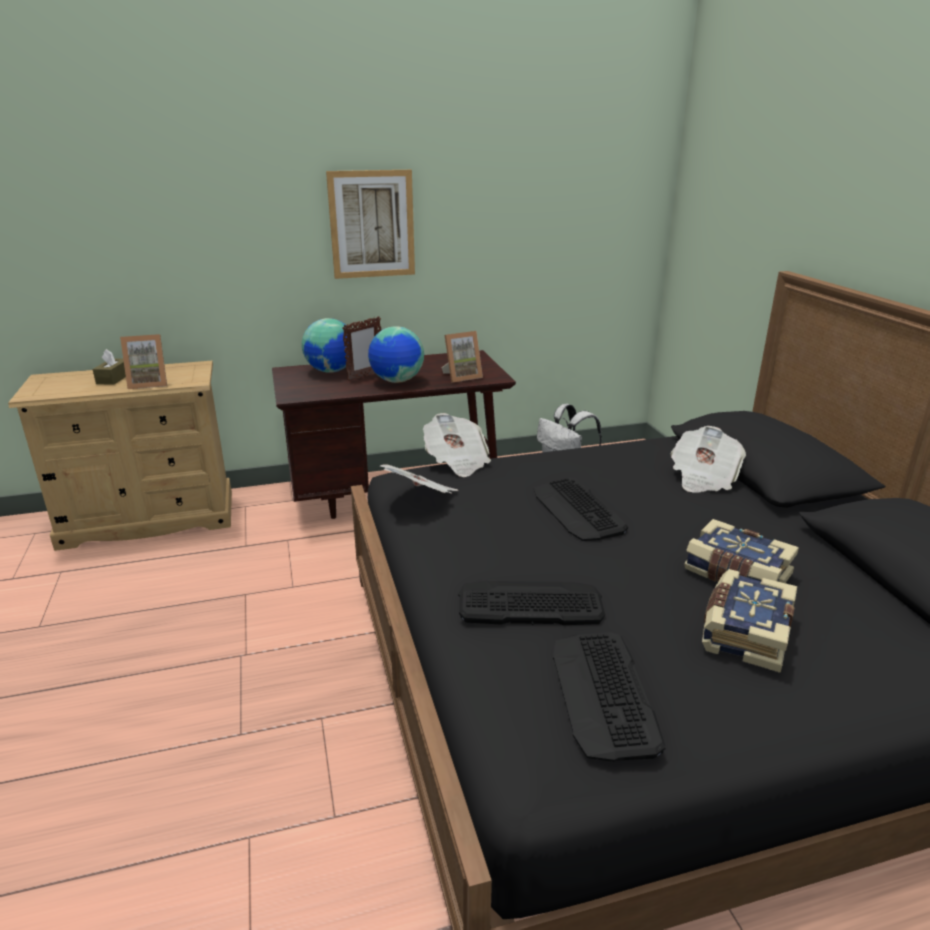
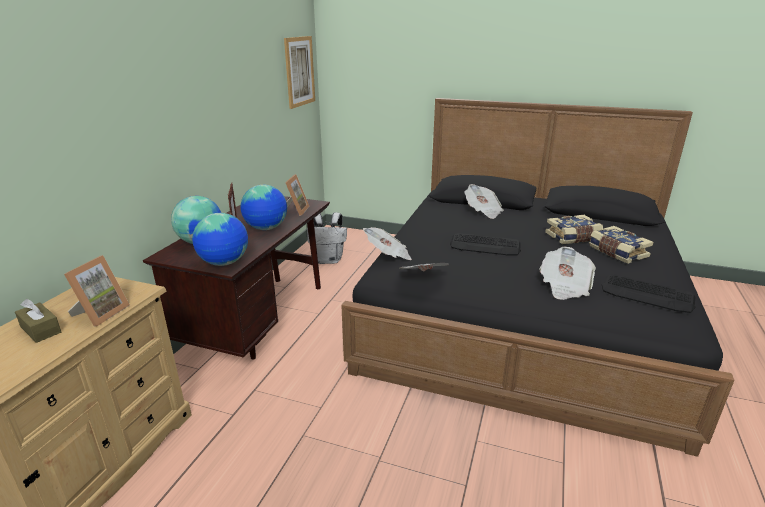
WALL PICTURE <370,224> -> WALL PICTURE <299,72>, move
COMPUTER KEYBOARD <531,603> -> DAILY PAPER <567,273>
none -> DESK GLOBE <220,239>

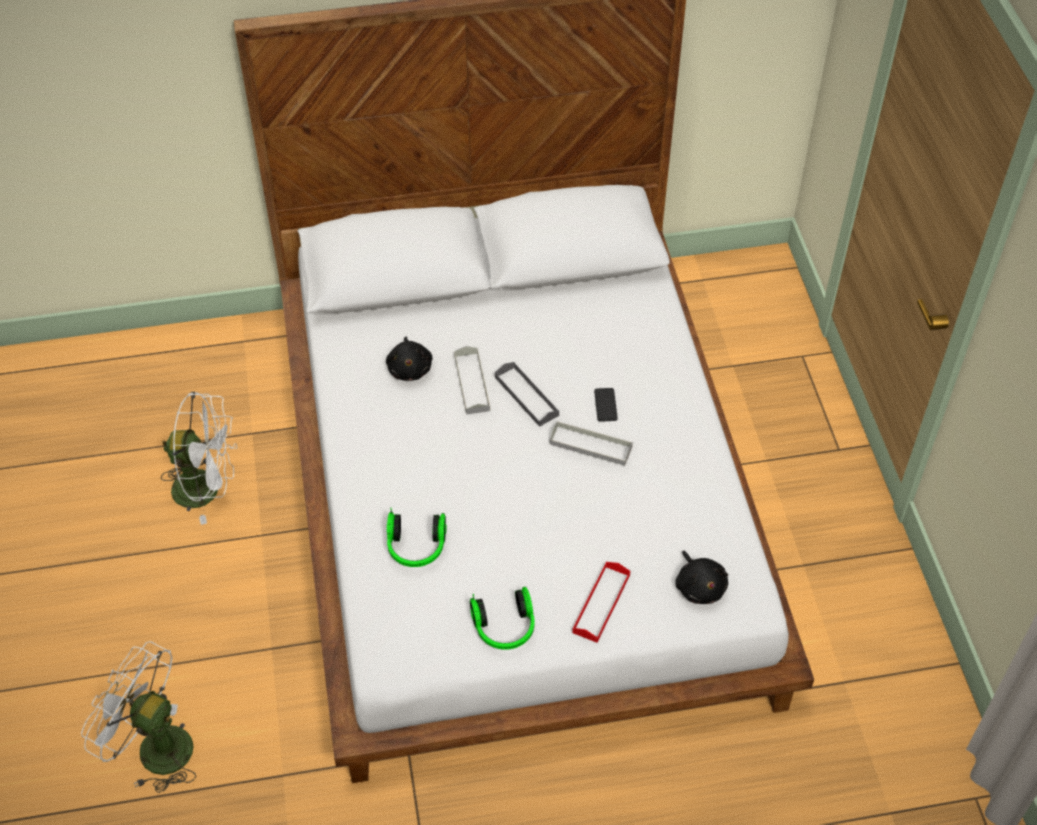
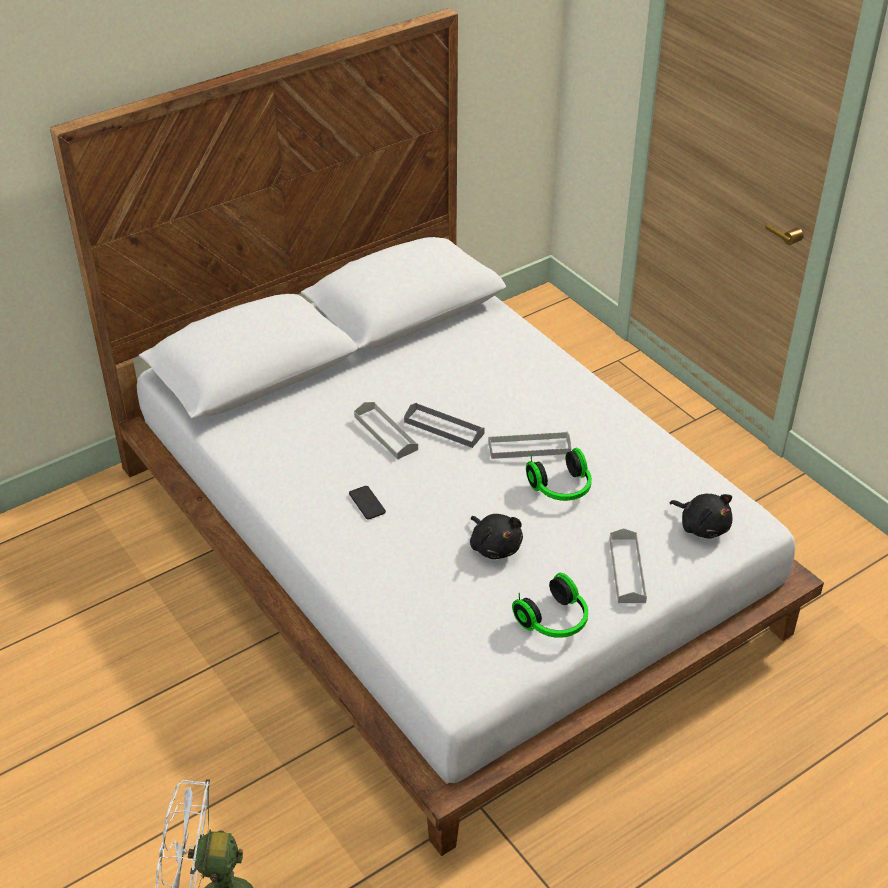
WHITE FAN <199,458> -> none
BLACK CUDDLY TOY <409,359> -> BLACK CUDDLY TOY <496,536>, move
PAIR OF HEADPHONES <416,537> -> PAIR OF HEADPHONES <559,474>, move
RED TRAY <601,602> -> GREYISH TRAY <628,565>
TELEPHONE <606,405> -> TELEPHONE <367,503>, move

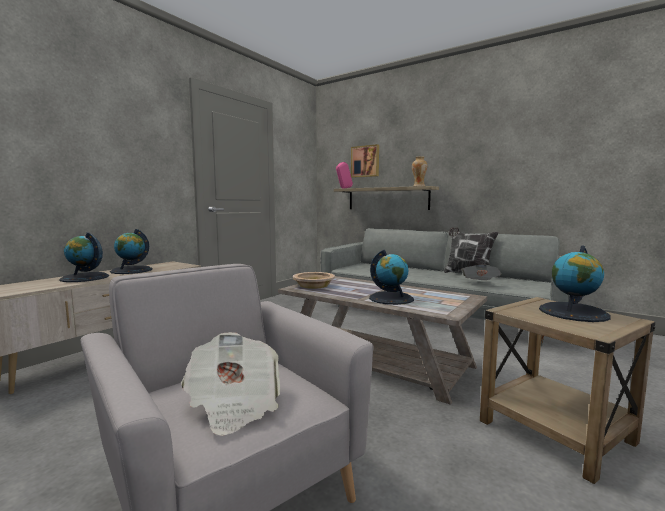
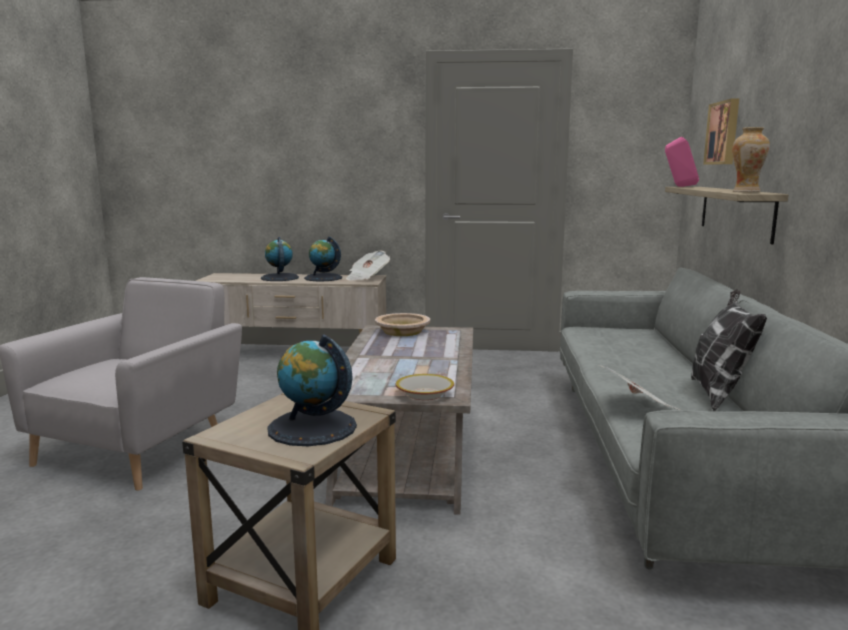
DAILY PAPER <230,384> -> DAILY PAPER <368,266>, move
DESK GLOBE <391,277> -> none
none -> BOWL <425,387>

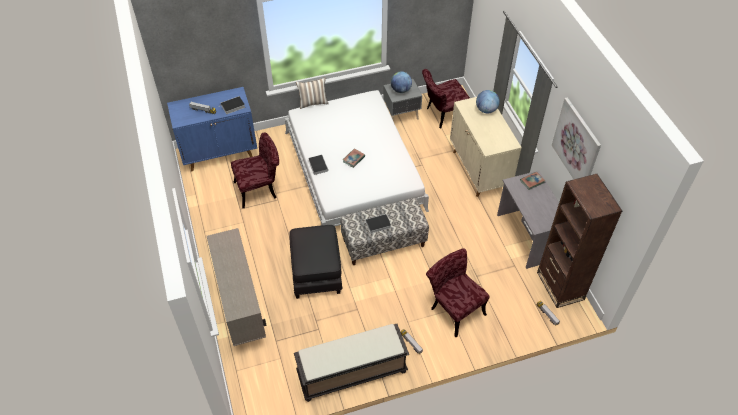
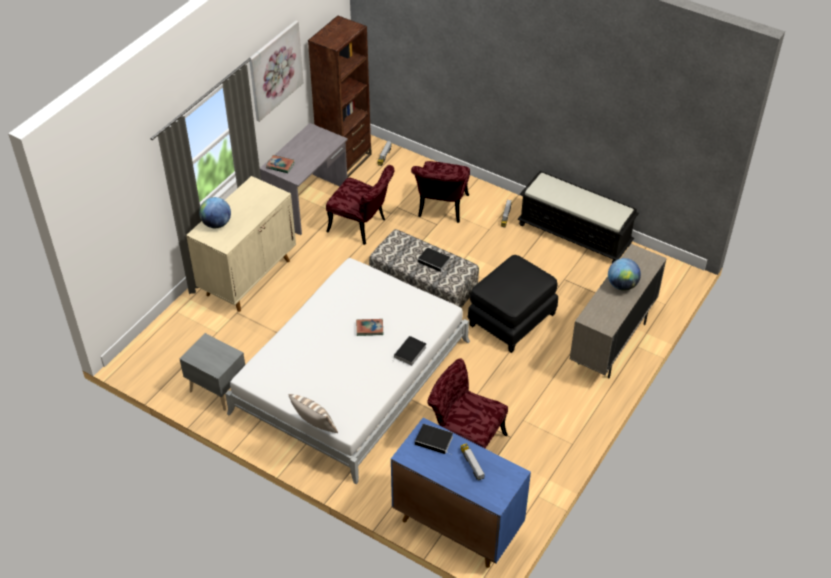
DESK GLOBE <401,82> -> DESK GLOBE <624,274>, move
RED CHAIR <446,98> -> RED CHAIR <360,205>, move

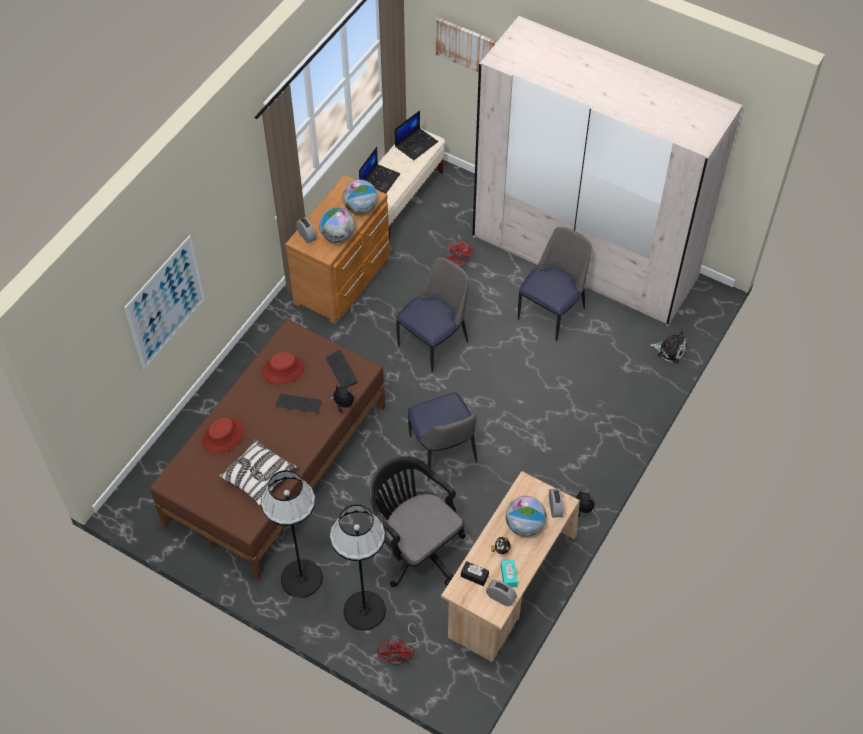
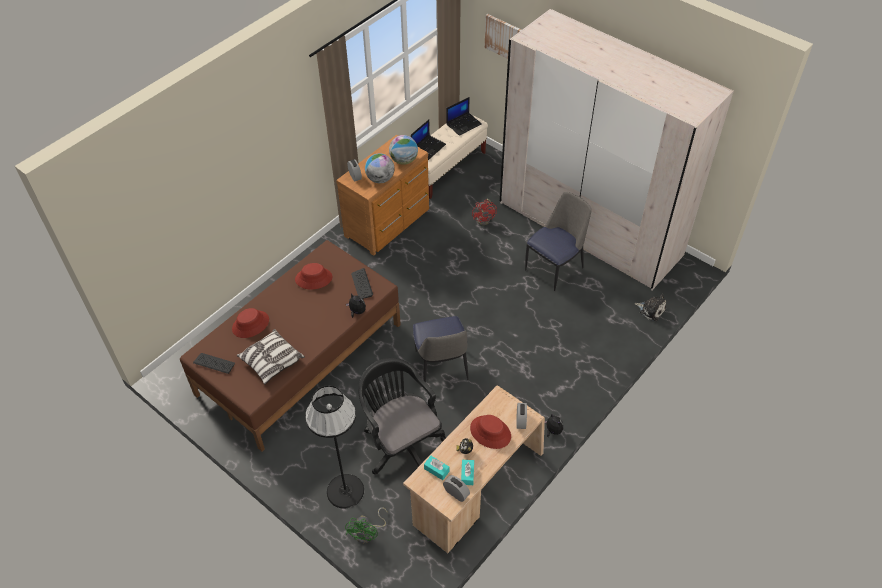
WALL PICTURE <164,302> -> none
BLACK FLOOR LAMP <292,534> -> none
COMPUTER KEYBOARD <299,403> -> COMPUTER KEYBOARD <214,363>, move
RED FAN <397,644> -> GREENISH FAN <366,525>
CHAIR <432,314> -> none
BLACK TISSUE BOX <475,573> -> TURQUOISE-COLOURED TISSUE BOX <437,468>
DESK GLOBE <526,516> -> RED WEARABLE HAT <490,432>

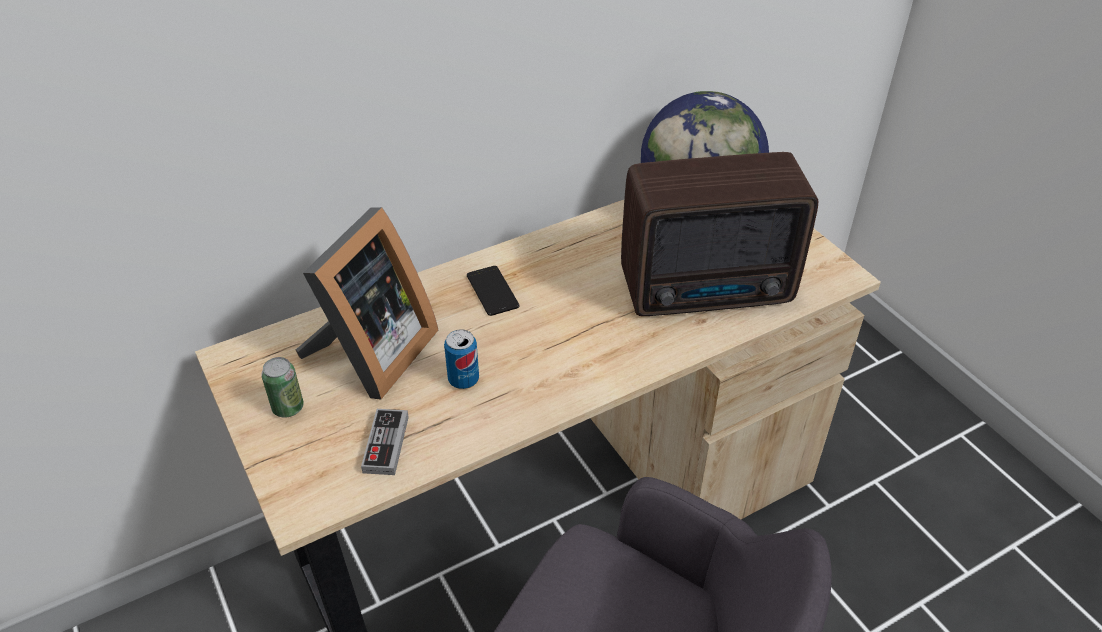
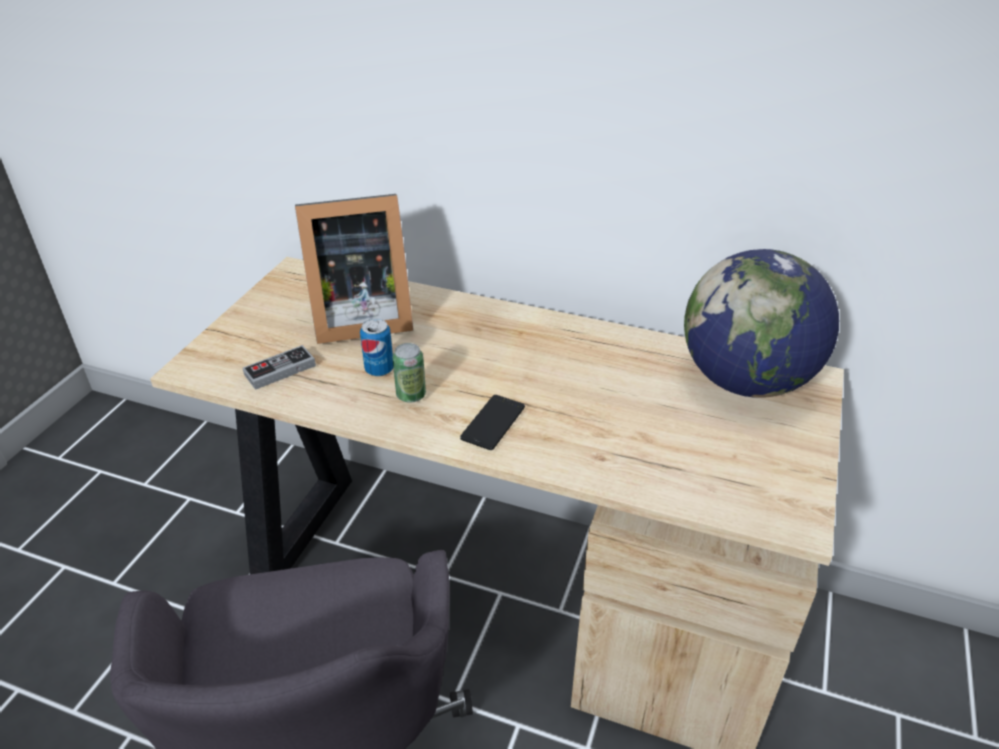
METAL CAN <282,387> -> METAL CAN <409,372>, move
TELEPHONE <493,291> -> TELEPHONE <492,422>, move
RADIO RECEIVER <719,234> -> none

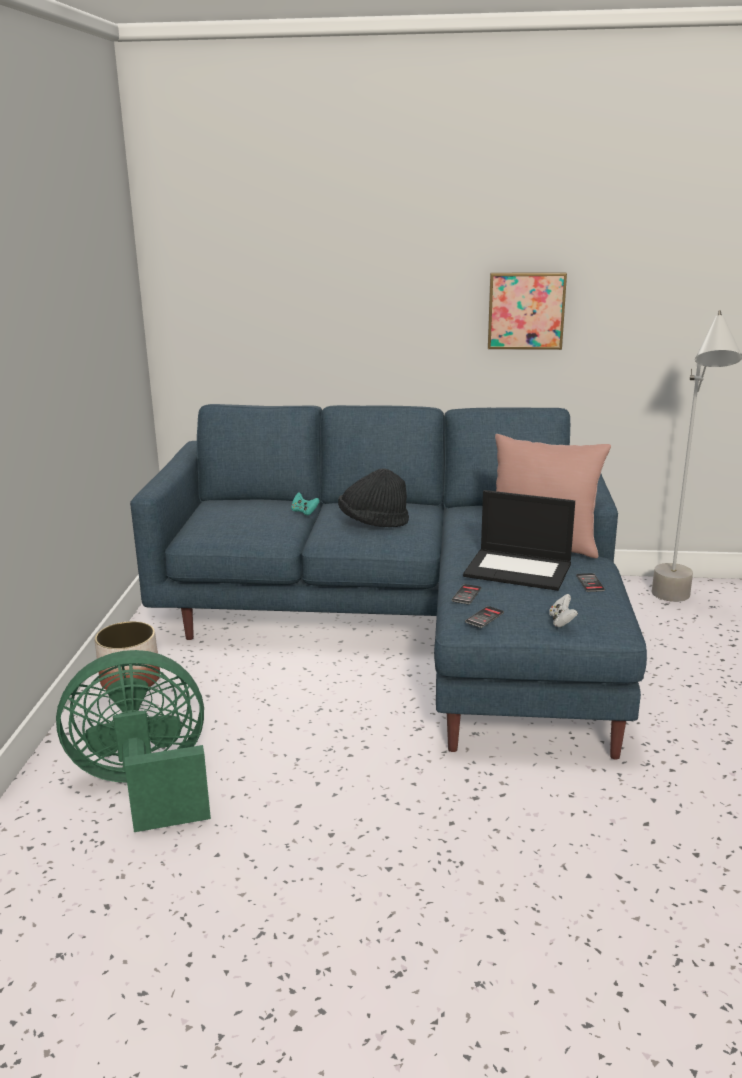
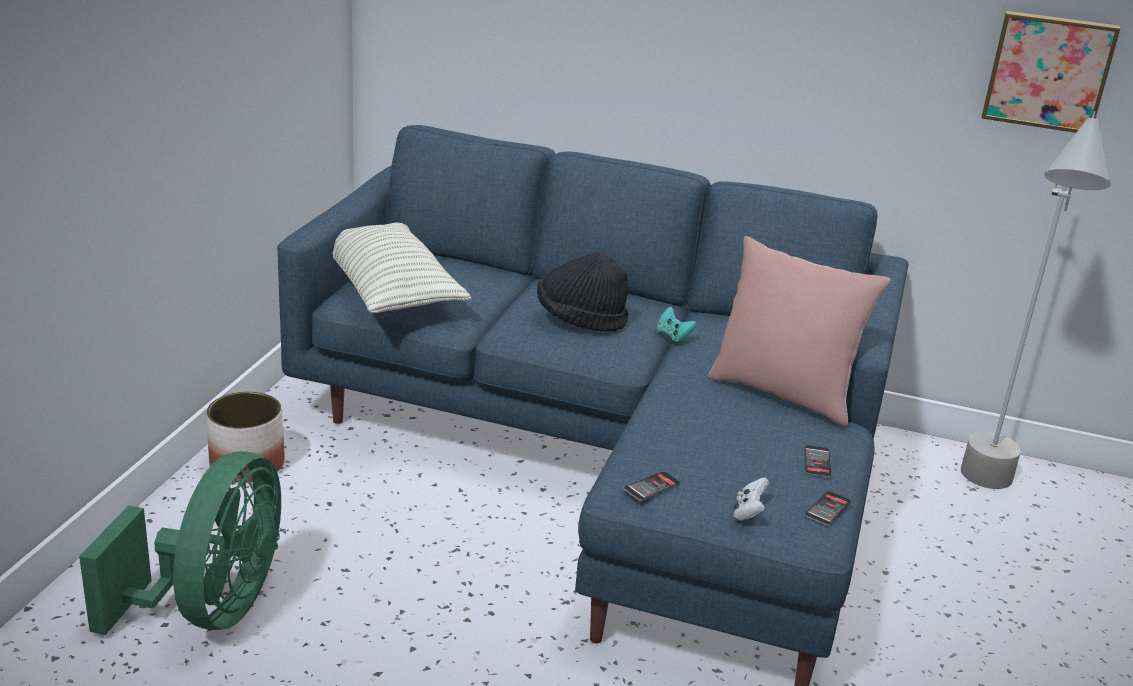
GREENISH FAN <133,741> -> GREENISH FAN <180,543>, 105 degrees clockwise
TURQUOISE-COLOURED GAME CONTROLLER <305,503> -> TURQUOISE-COLOURED GAME CONTROLLER <677,324>, move
TELEPHONE <466,594> -> TELEPHONE <827,508>, move
NOTEBOOK COMPUTER <519,540> -> none
WALL PICTURE <527,311> -> WALL PICTURE <1051,72>, move
none -> PILLOW <402,268>

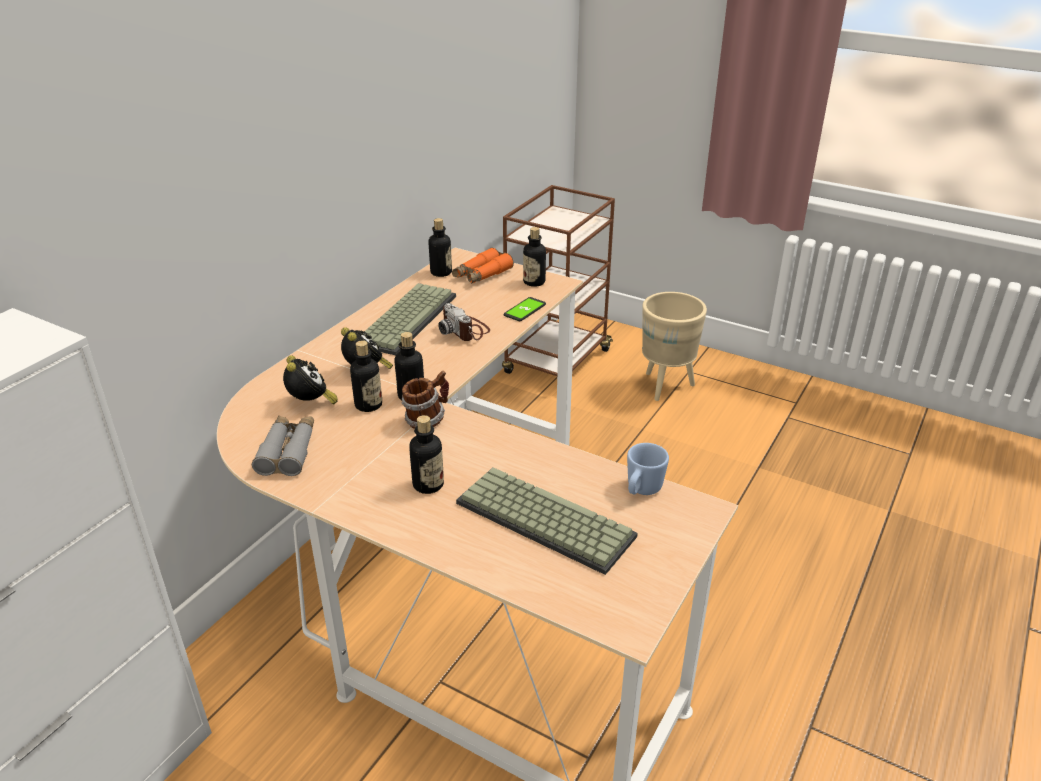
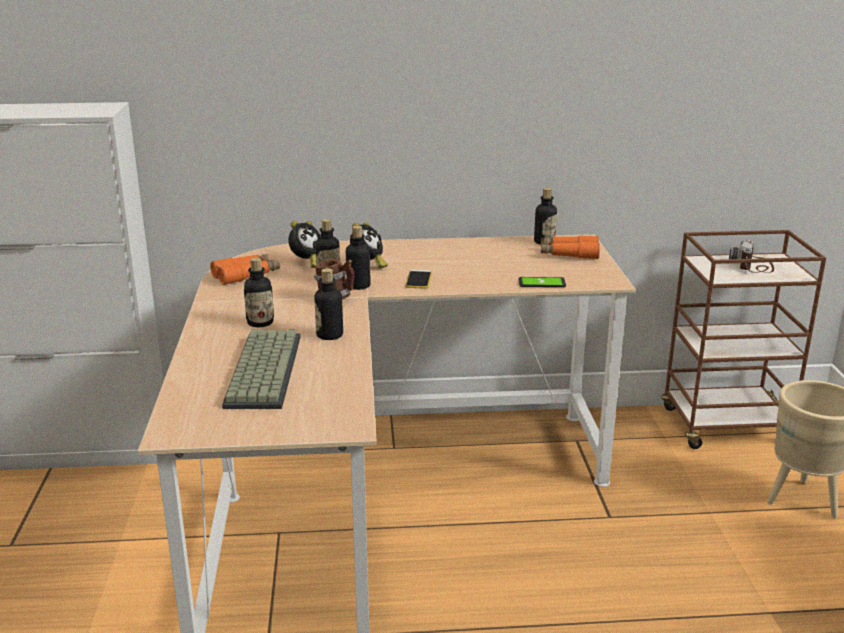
GREYISH PAIR OF BINOCULARS <283,446> -> ORANGEY PAIR OF BINOCULARS <245,269>
COMPUTER KEYBOARD <409,319> -> none
STILL CAMERA <464,322> -> STILL CAMERA <751,256>, move
BOTTLE <534,257> -> BOTTLE <328,304>, move
BLUE TEA MUG <648,469> -> none
none -> TELEPHONE <418,279>

